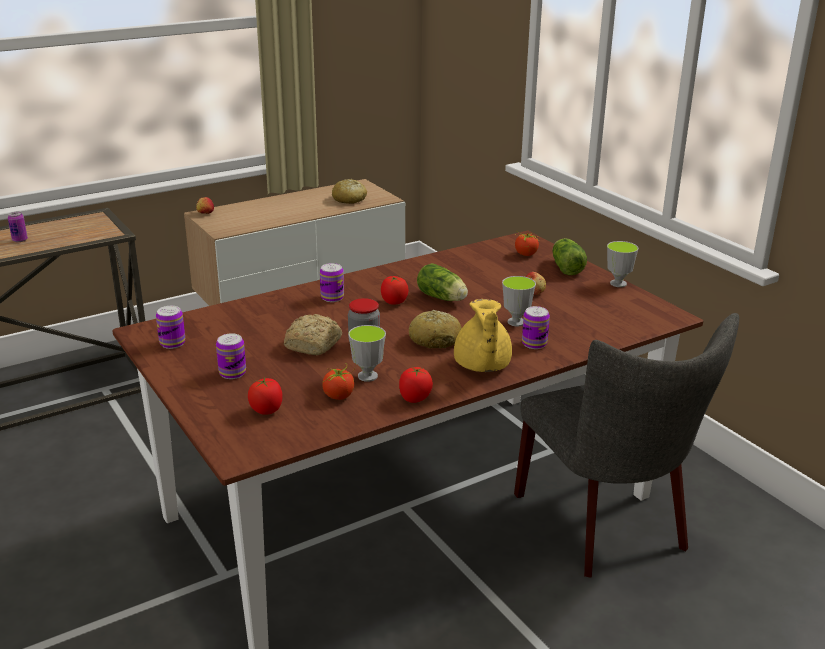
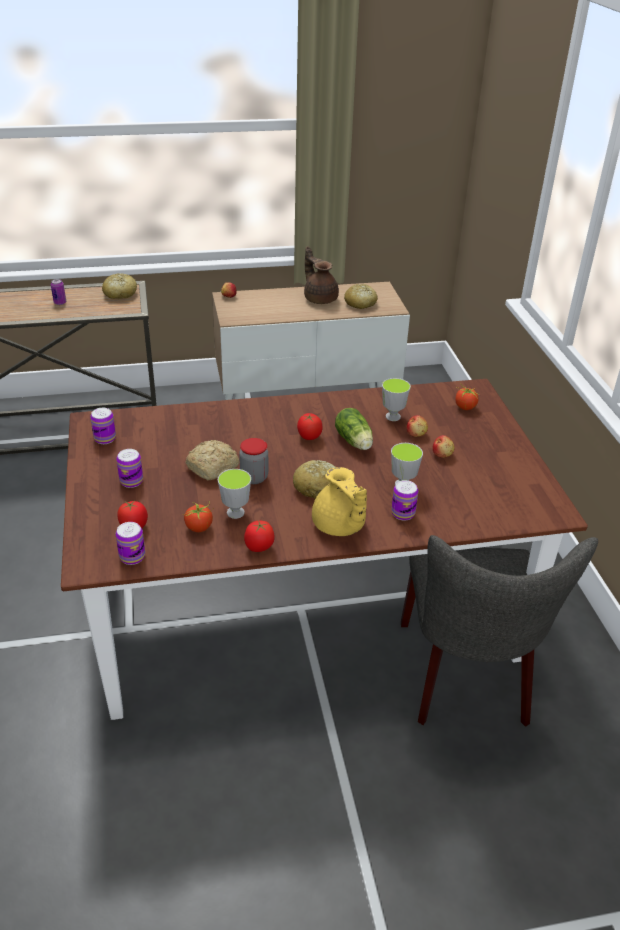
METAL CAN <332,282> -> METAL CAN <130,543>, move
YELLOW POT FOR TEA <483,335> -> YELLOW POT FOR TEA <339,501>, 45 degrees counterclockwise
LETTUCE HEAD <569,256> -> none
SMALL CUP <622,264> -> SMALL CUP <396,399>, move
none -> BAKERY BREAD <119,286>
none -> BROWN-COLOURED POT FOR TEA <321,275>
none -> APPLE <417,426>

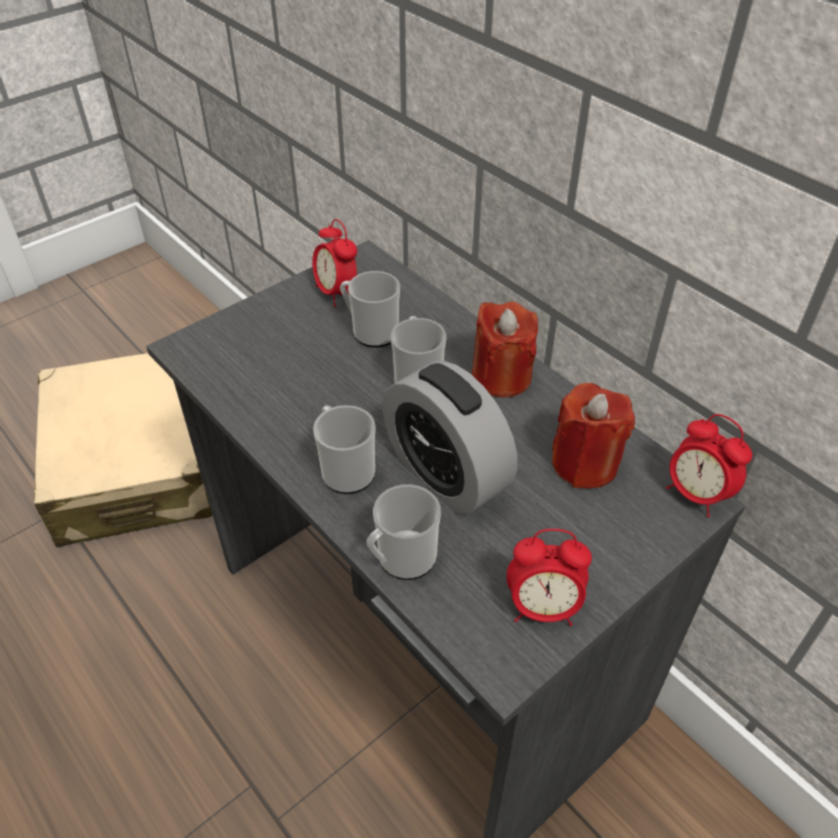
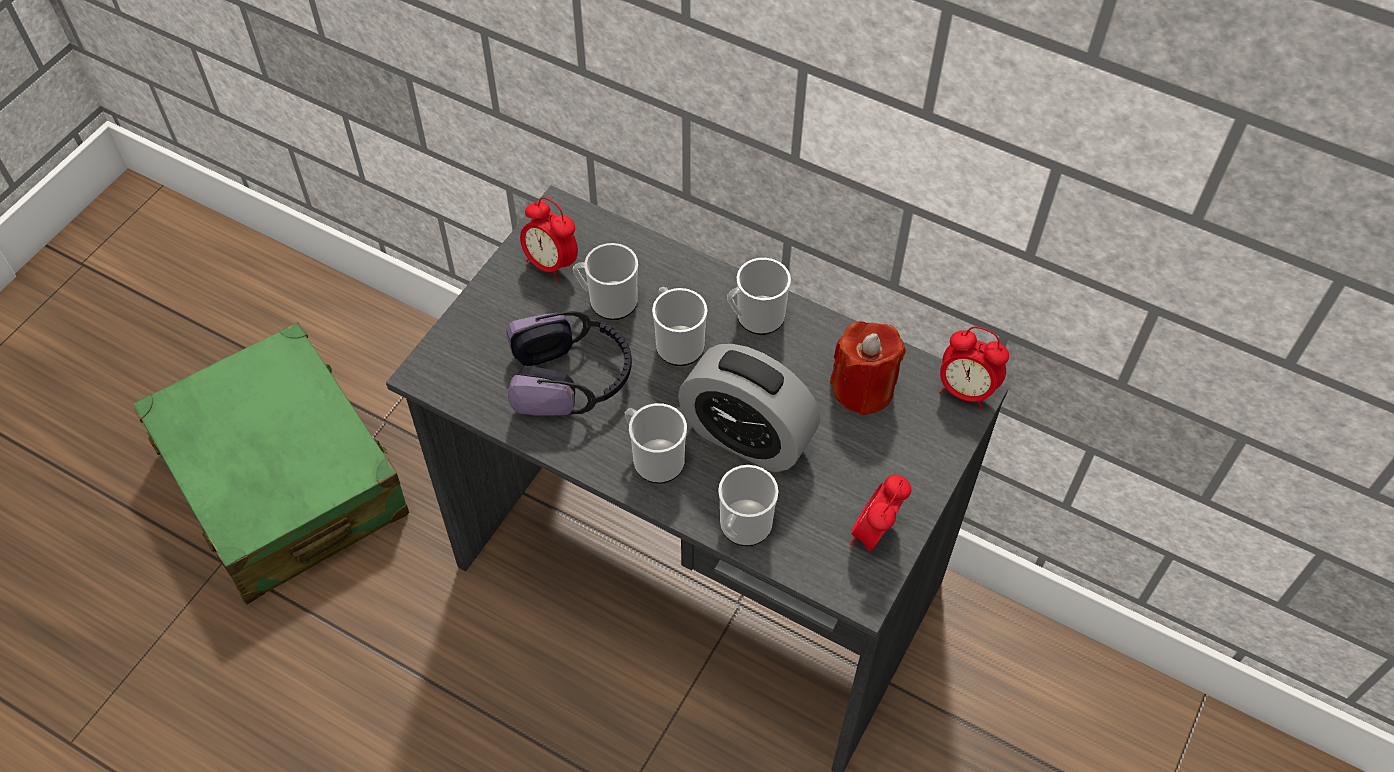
BEIGE SUITCASE <123,450> -> GREENISH SUITCASE <270,463>
RED WAX CANDLE <505,349> -> TEA MUG <759,296>
BEDSIDE CLOCK <549,577> -> BEDSIDE CLOCK <880,513>, 135 degrees clockwise
none -> PAIR OF HEADPHONES <569,363>

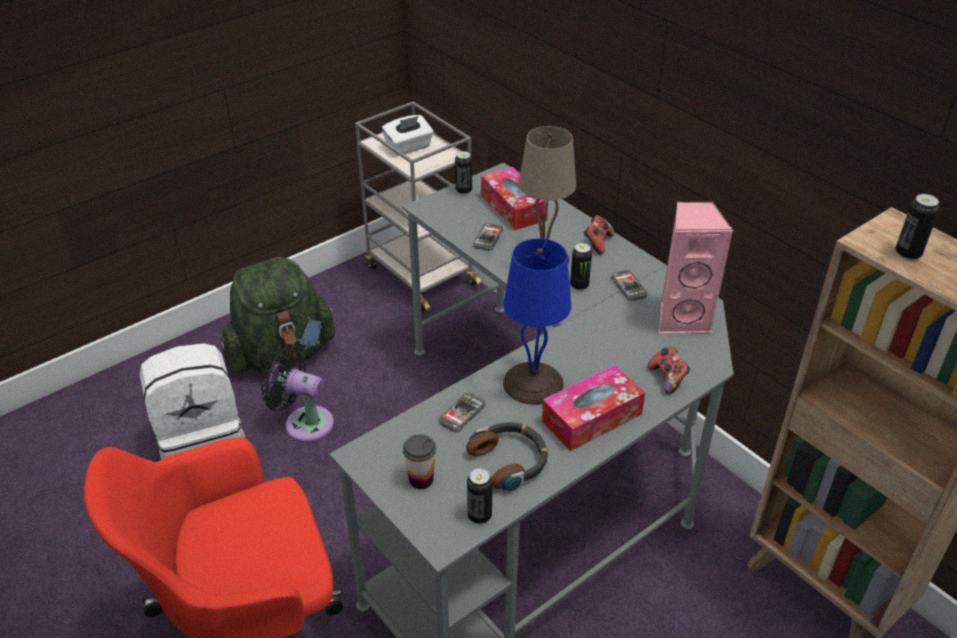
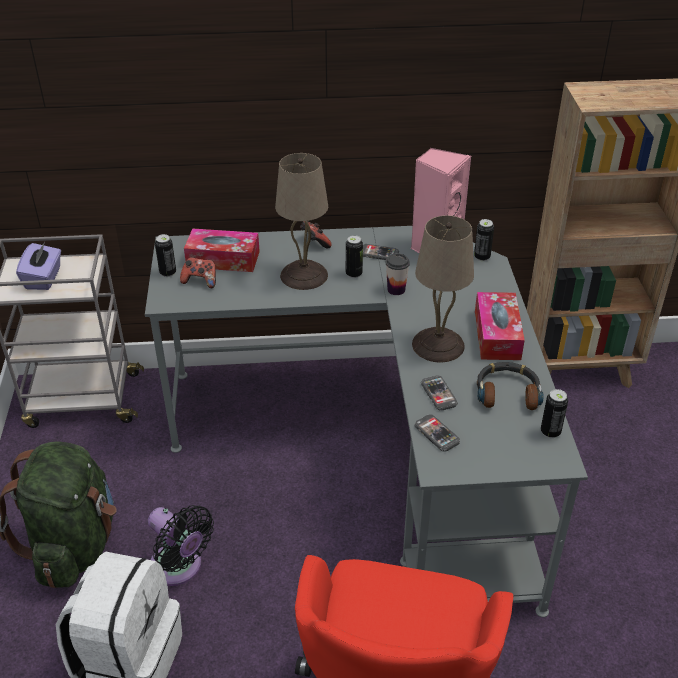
BLACK FAN <297,394> -> BLACK FAN <181,545>, 105 degrees counterclockwise
WHITE TISSUE BOX <408,135> -> PURPLISH TISSUE BOX <38,266>
SMALL CUP <419,461> -> SMALL CUP <398,274>, move
TELEPHONE <488,237> -> TELEPHONE <437,432>, move
BLUE TABLETOP LAMP <537,321> -> BEIGE TABLETOP LAMP <443,288>
GAME CONTROLLER <669,370> -> GAME CONTROLLER <198,272>, move
METAL CAN <917,227> -> METAL CAN <484,240>, move

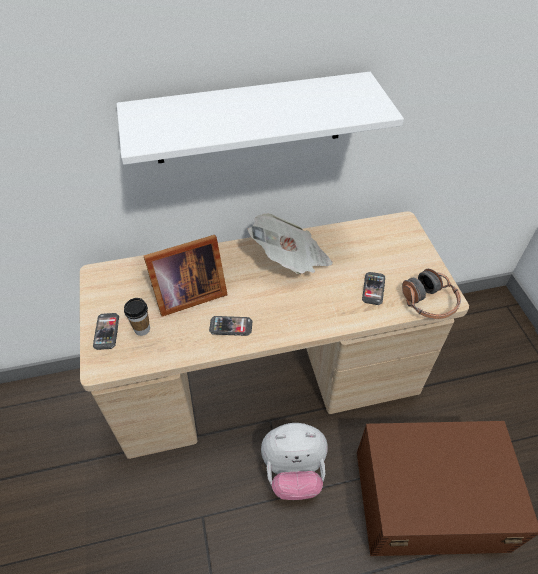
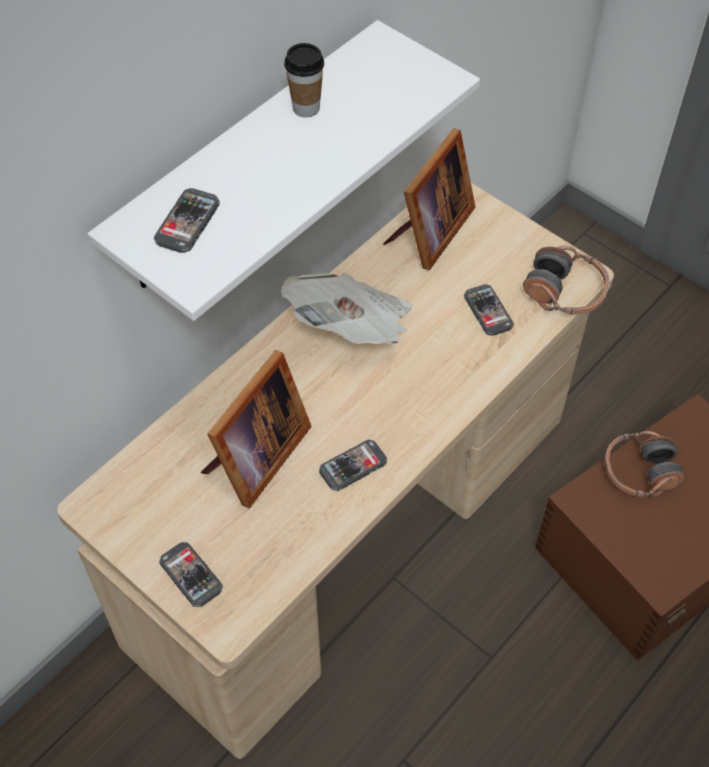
SMALL CUP <137,317> -> SMALL CUP <304,80>, move
CUDDLY TOY <294,461> -> none
none -> TELEPHONE <187,220>
none -> STANDING FRAME <429,199>
none -> PAIR OF HEADPHONES <645,464>

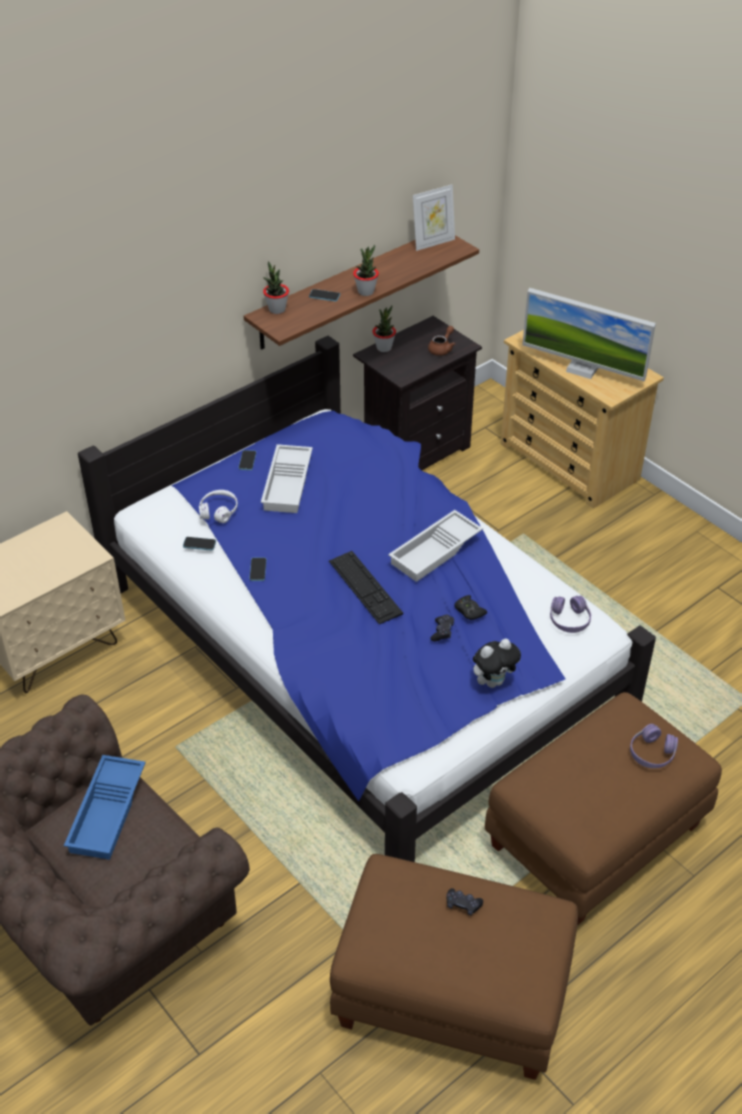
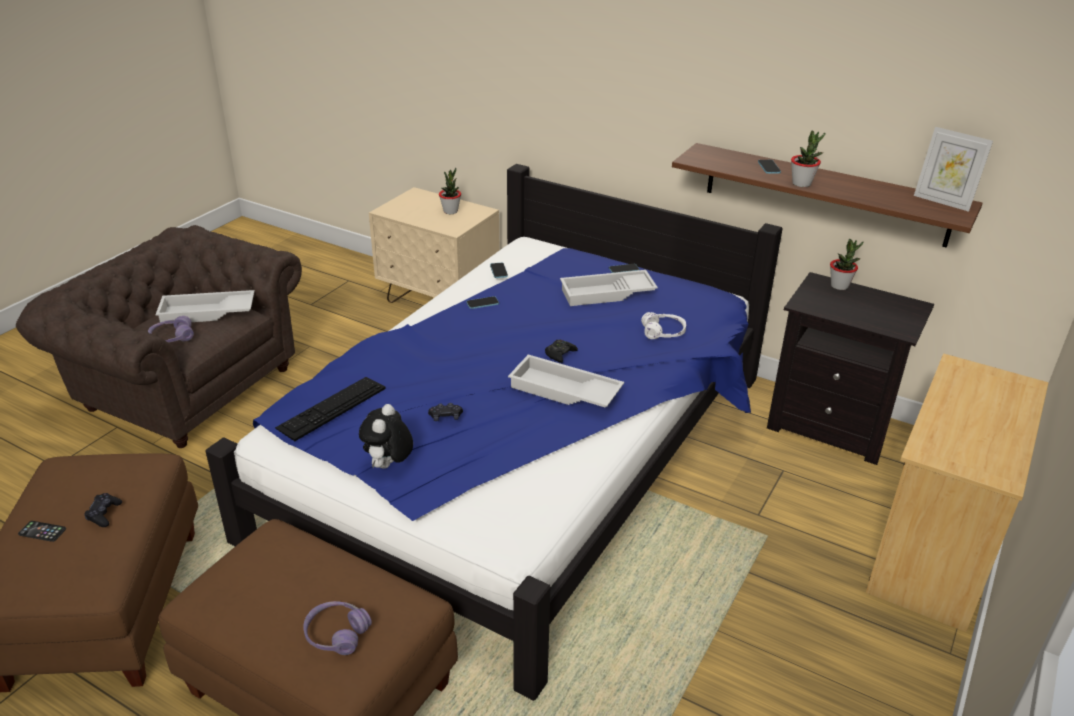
BLUE TRAY <105,807> -> WHITE TRAY <204,307>
WHITE PAIR OF HEADPHONES <218,506> -> WHITE PAIR OF HEADPHONES <663,325>, move
POTTED PLANT <276,287> -> POTTED PLANT <450,191>, move
COMPUTER KEYBOARD <366,587> -> COMPUTER KEYBOARD <330,409>, move
BROWN-COLOURED POT FOR TEA <442,341> -> none
BLACK GAME CONTROLLER <470,607> -> BLACK GAME CONTROLLER <561,351>, move
CUDDLY TOY <497,663> -> CUDDLY TOY <386,436>, 60 degrees clockwise
MONITOR <589,335> -> none
PURPLISH PAIR OF HEADPHONES <570,614> -> PURPLISH PAIR OF HEADPHONES <171,329>, move
none -> TELEPHONE <42,531>

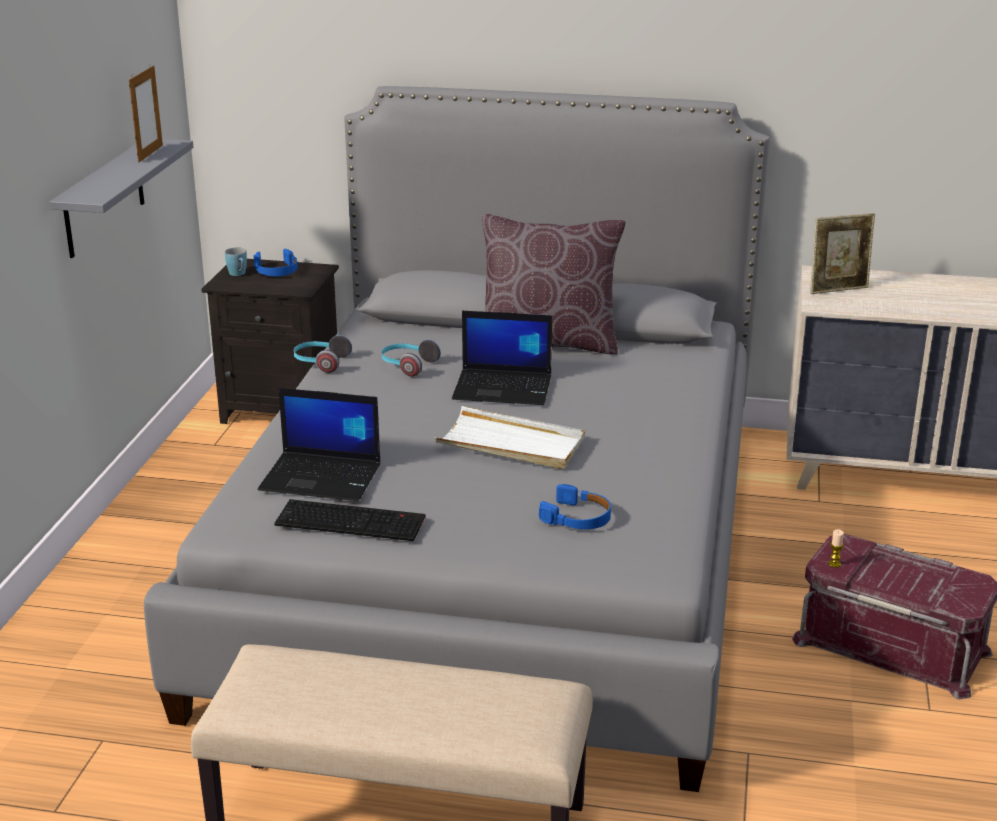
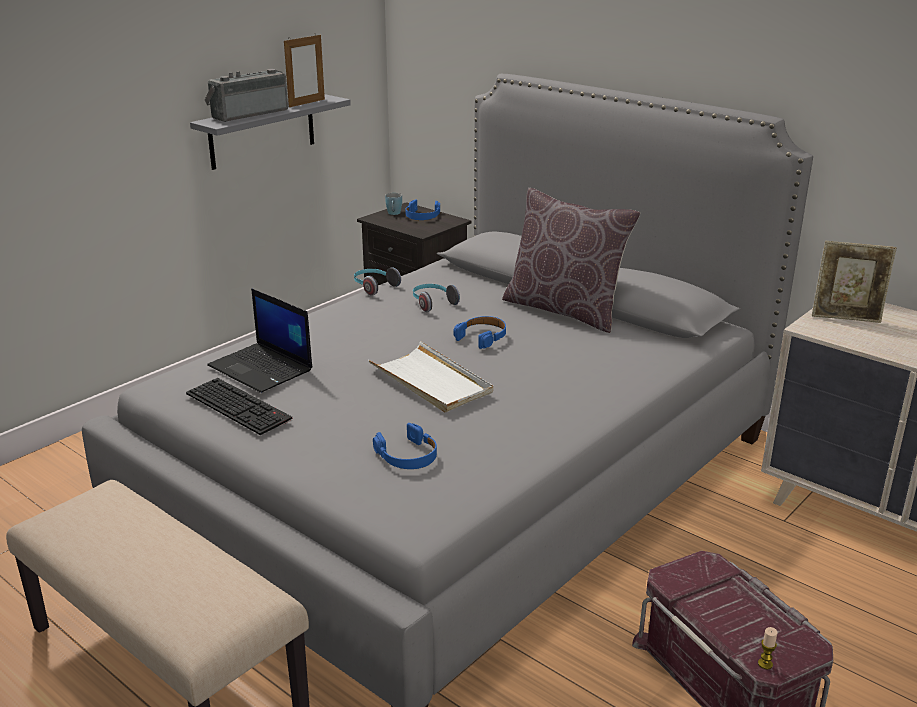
NOTEBOOK COMPUTER <502,358> -> BLUE PAIR OF HEADPHONES <479,332>
WAX CANDLE <836,548> -> WAX CANDLE <767,648>, move
none -> RADIO RECEIVER <246,95>

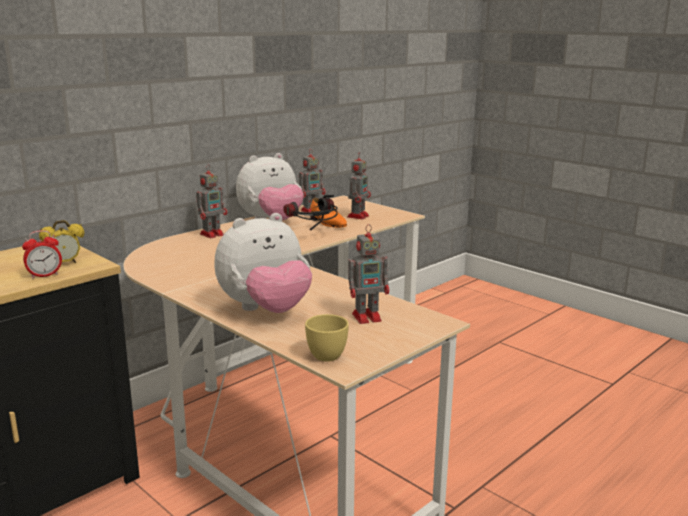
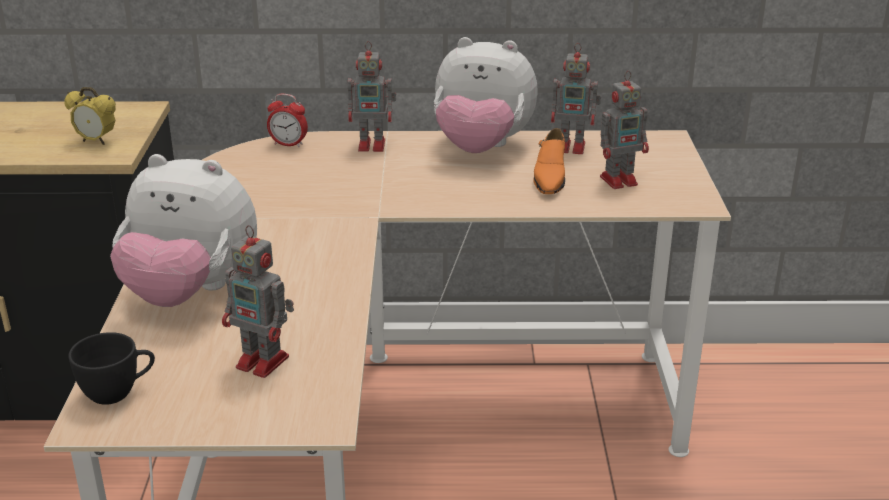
BEDSIDE CLOCK <42,254> -> BEDSIDE CLOCK <287,121>, move
PAIR OF HEADPHONES <310,212> -> none
YELLOW SMALL CUP <327,337> -> BLACK SMALL CUP <111,368>

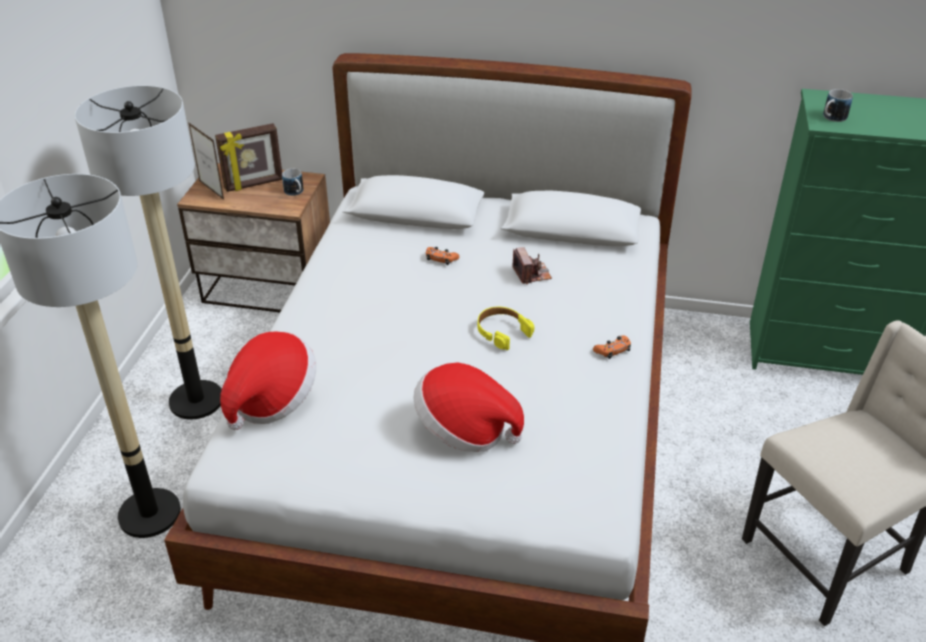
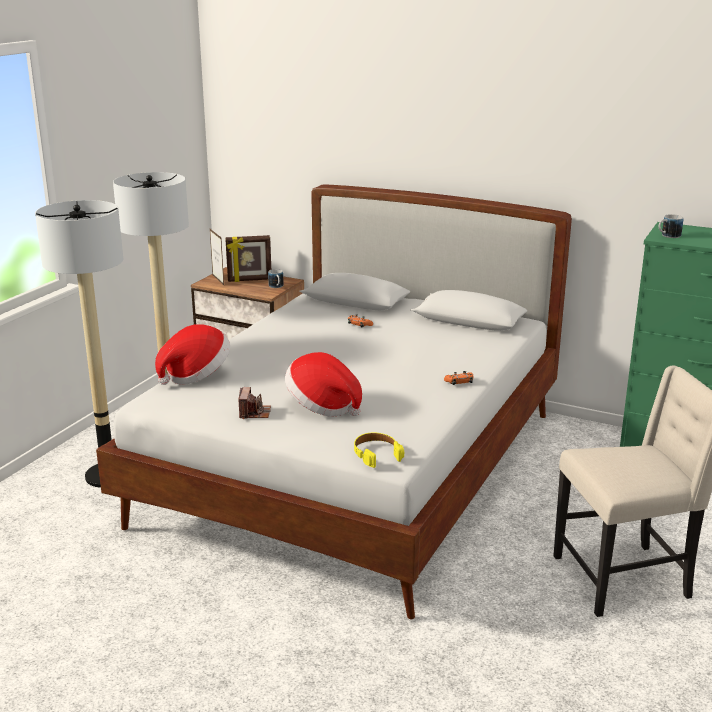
YELLOW PAIR OF HEADPHONES <506,328> -> YELLOW PAIR OF HEADPHONES <379,450>, move
STILL CAMERA <532,265> -> STILL CAMERA <255,403>, move

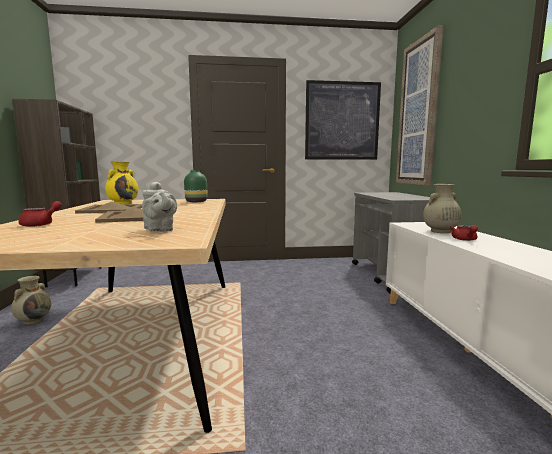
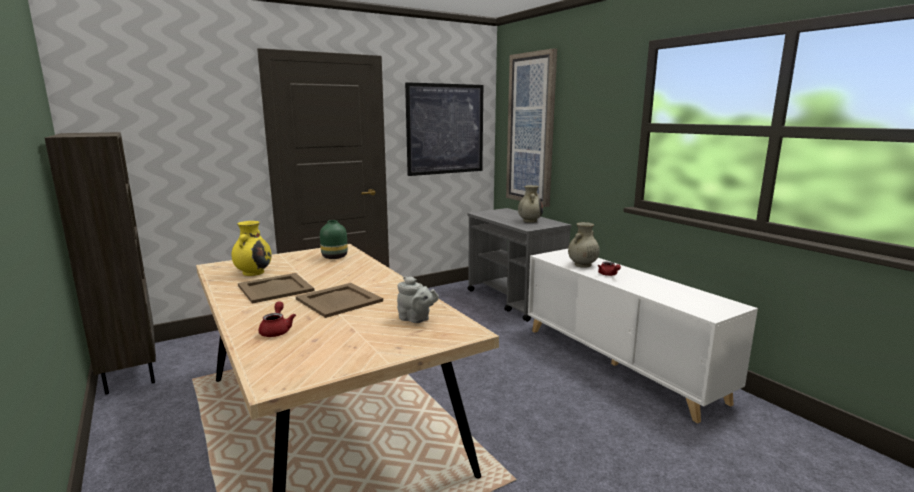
BEIGE DECORATIVE VASE <31,300> -> BEIGE DECORATIVE VASE <530,204>, move

